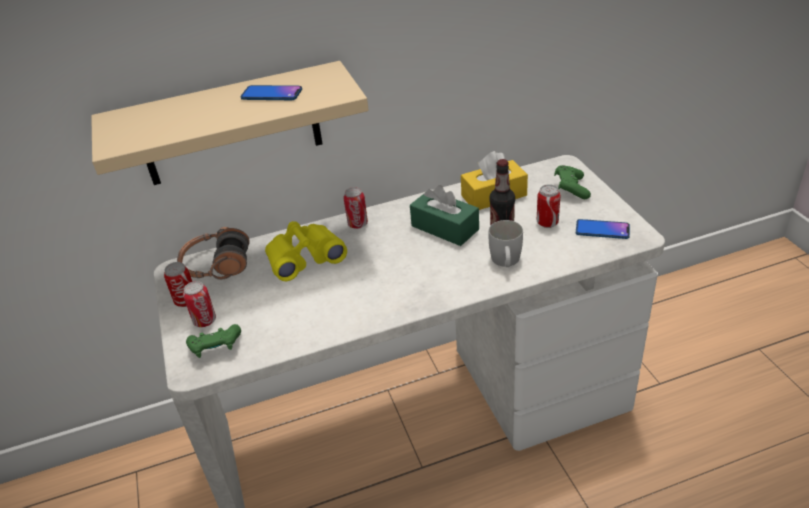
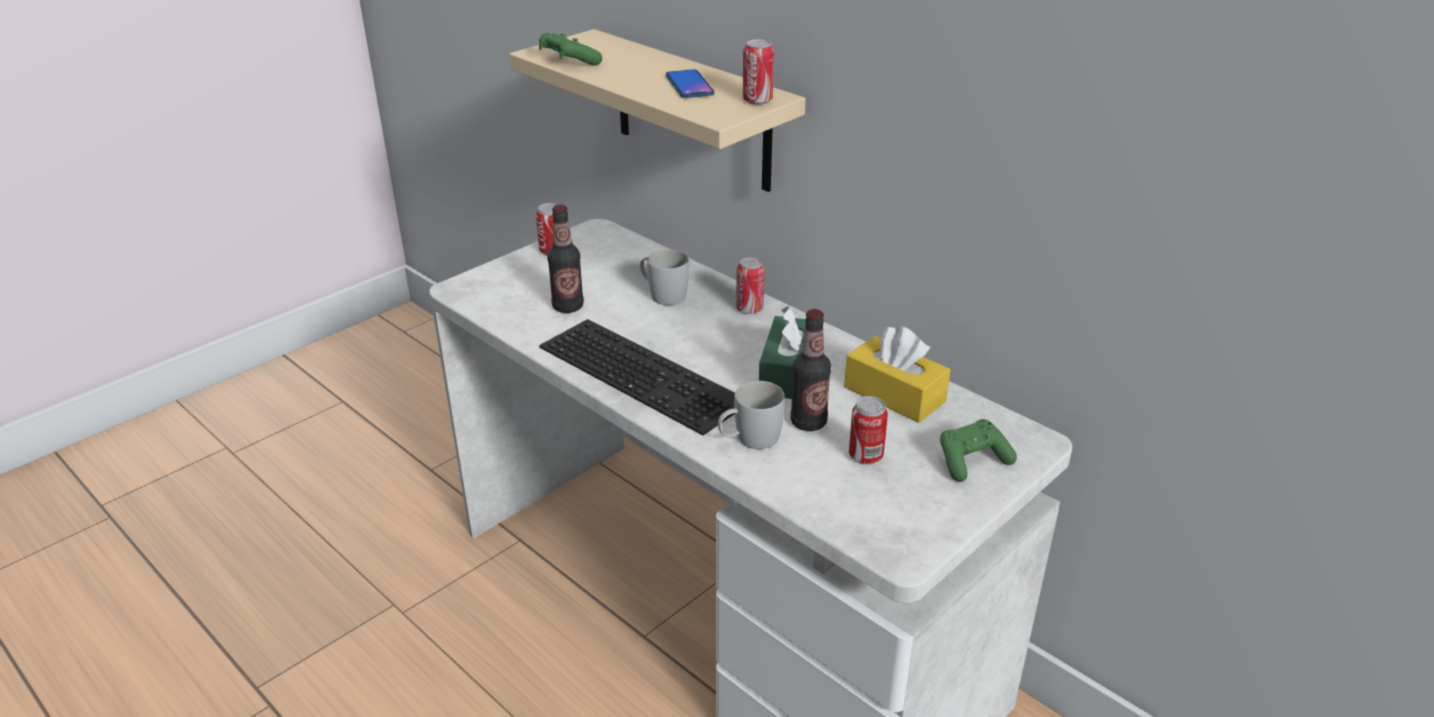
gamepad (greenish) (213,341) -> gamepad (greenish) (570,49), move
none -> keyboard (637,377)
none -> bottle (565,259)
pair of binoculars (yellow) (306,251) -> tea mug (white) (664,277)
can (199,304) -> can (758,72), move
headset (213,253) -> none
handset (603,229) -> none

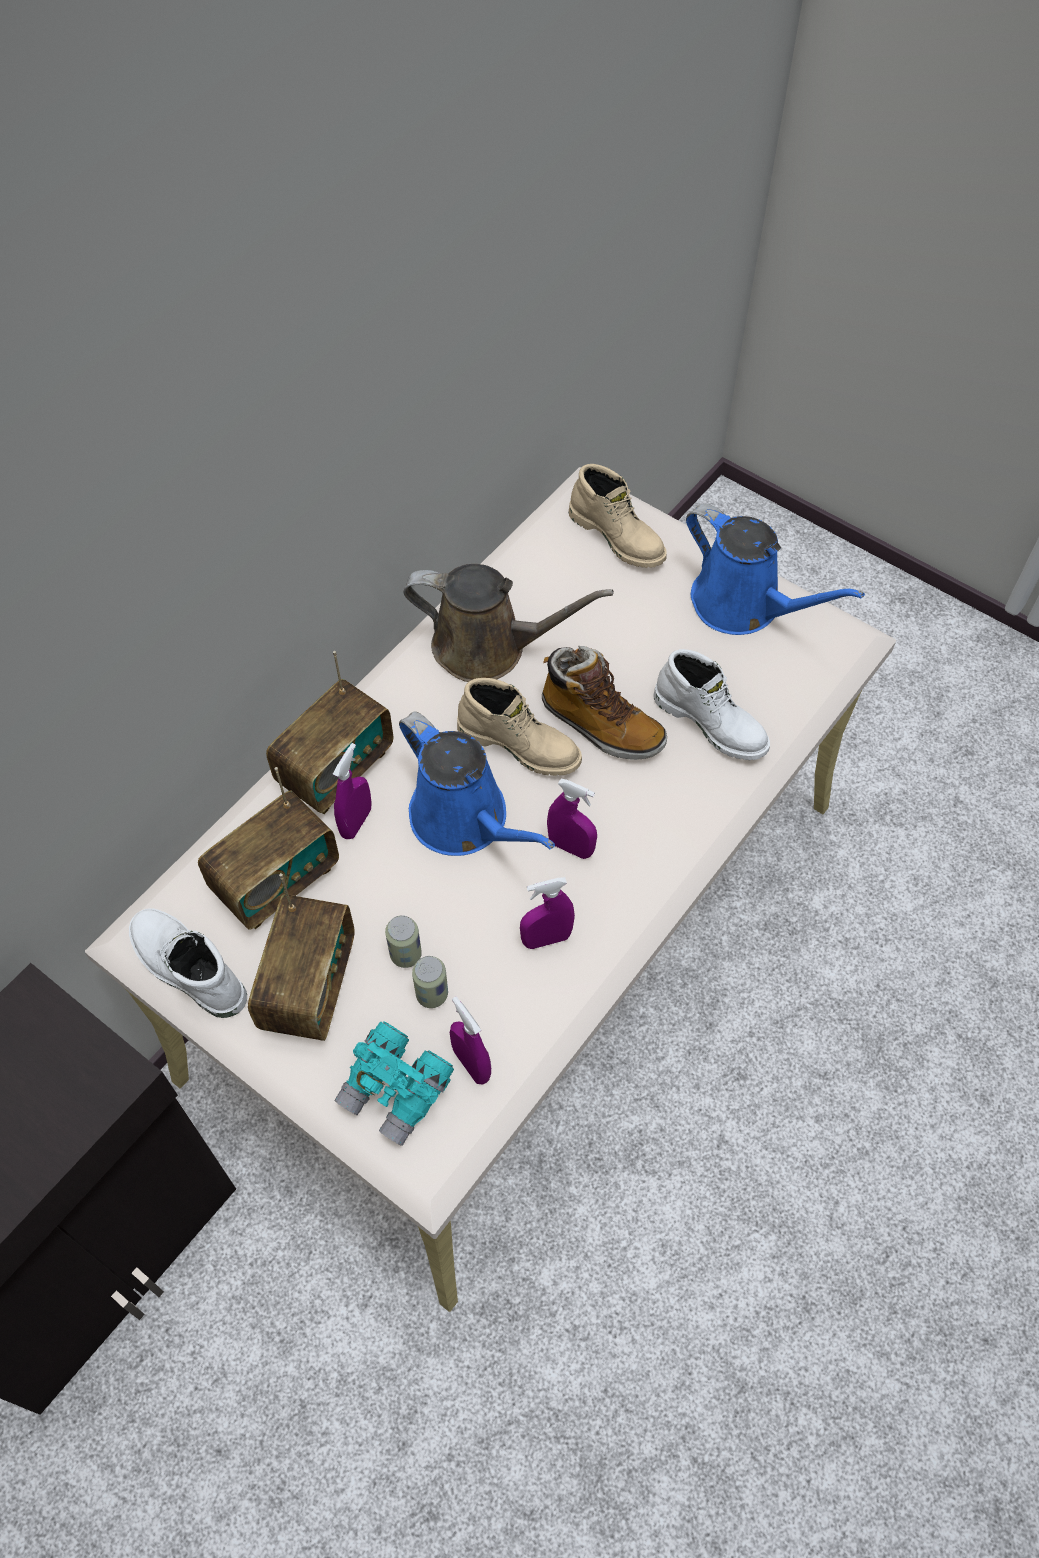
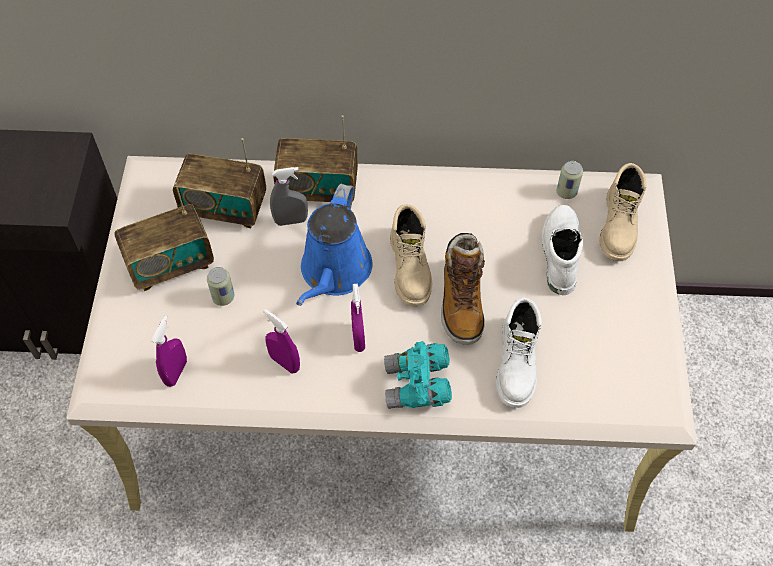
hand sprayer (purplish) (352,791) -> hand sprayer (gray) (289,196)
pair of binoculars (blue-green) (394,1083) -> pair of binoculars (blue-green) (418,375), move
boot (white) (188,963) -> boot (white) (562,250), move
can (430,982) -> can (569,180), move
sprinkling can (brown) (508,623) -> none
sprinkling can (blue) (775,569) -> none

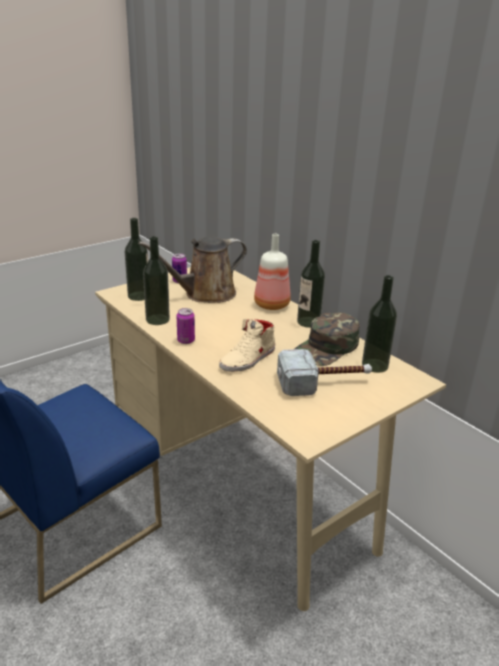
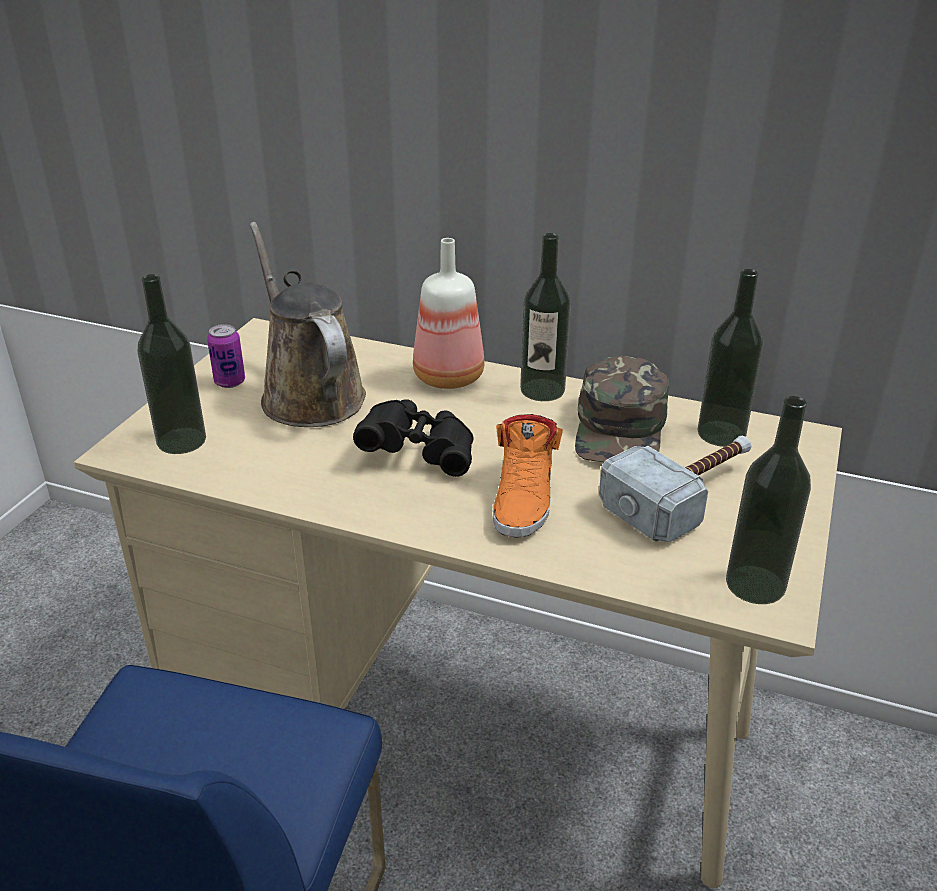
sprinkling can (brown) (192,270) -> sprinkling can (brown) (307,324), 120 degrees clockwise
none -> pair of binoculars (blackish) (413,438)
low shoe (sand-coloured) (247,345) -> low shoe (orangey) (528,476)
bottle (156,280) -> bottle (768,500), move
can (186,326) -> none

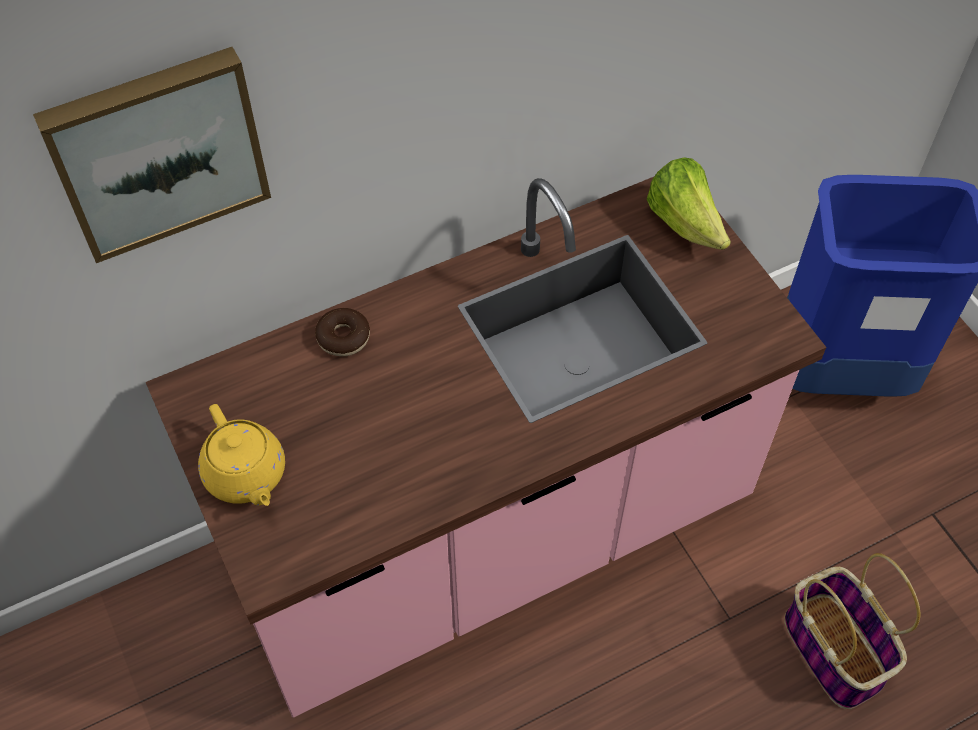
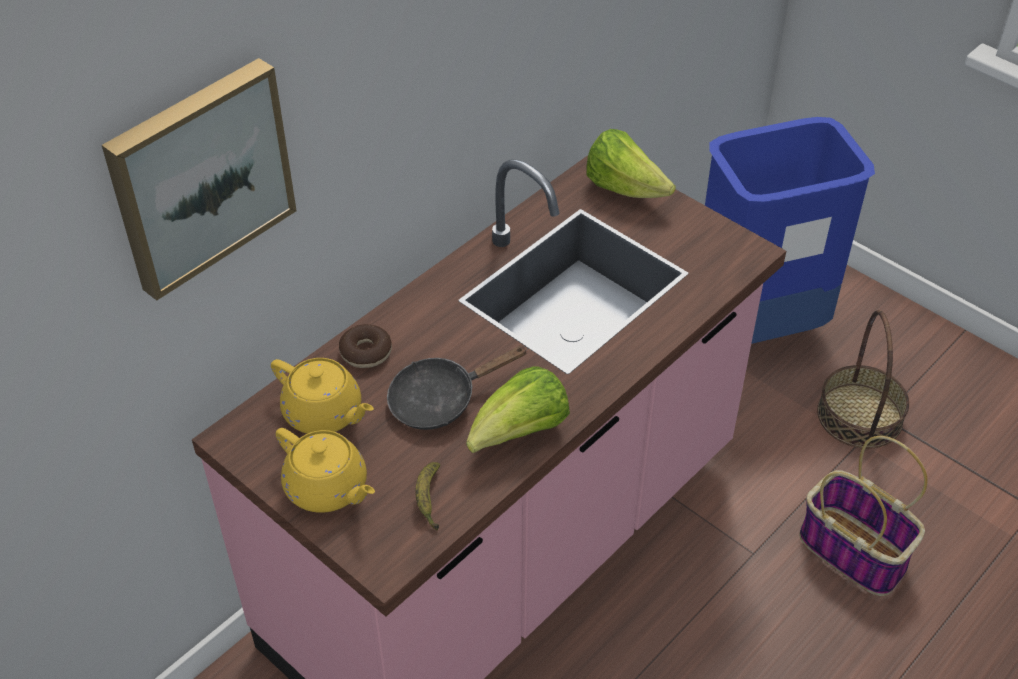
none -> pot for tea (yellow) (322,396)
none -> frying pan (blackish) (457,388)
none -> banana fruit (427,496)
none -> lettuce head (518,409)
none -> basket (863,379)

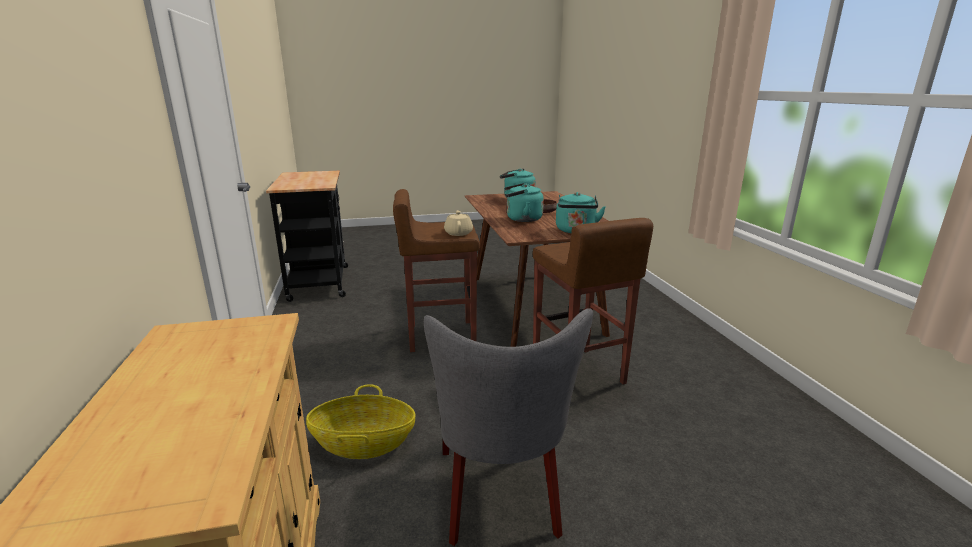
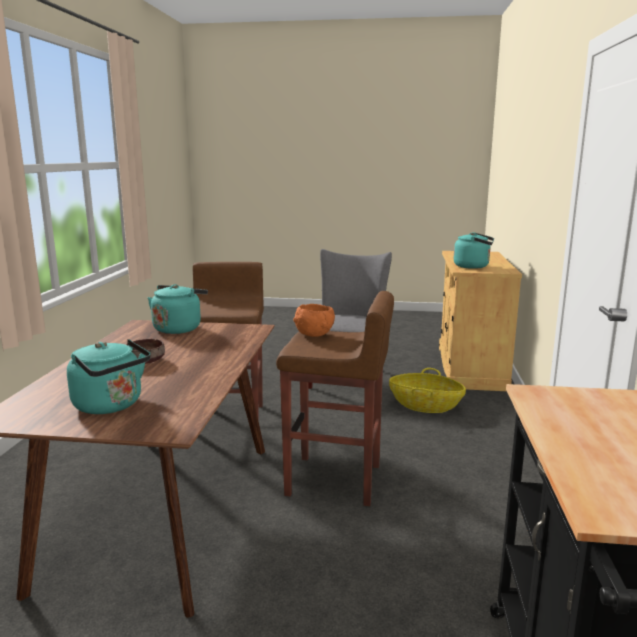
pot for tea (sand-coloured) (458,223) -> bowl (orangey) (314,320)
water kettle (blue-green) (524,202) -> water kettle (blue-green) (474,250), move

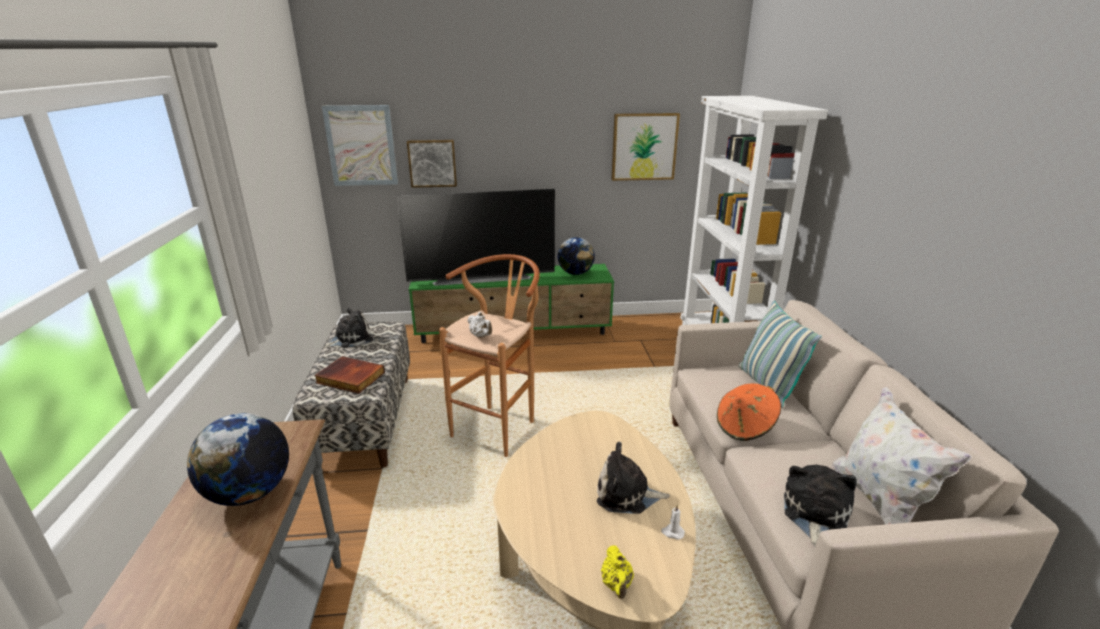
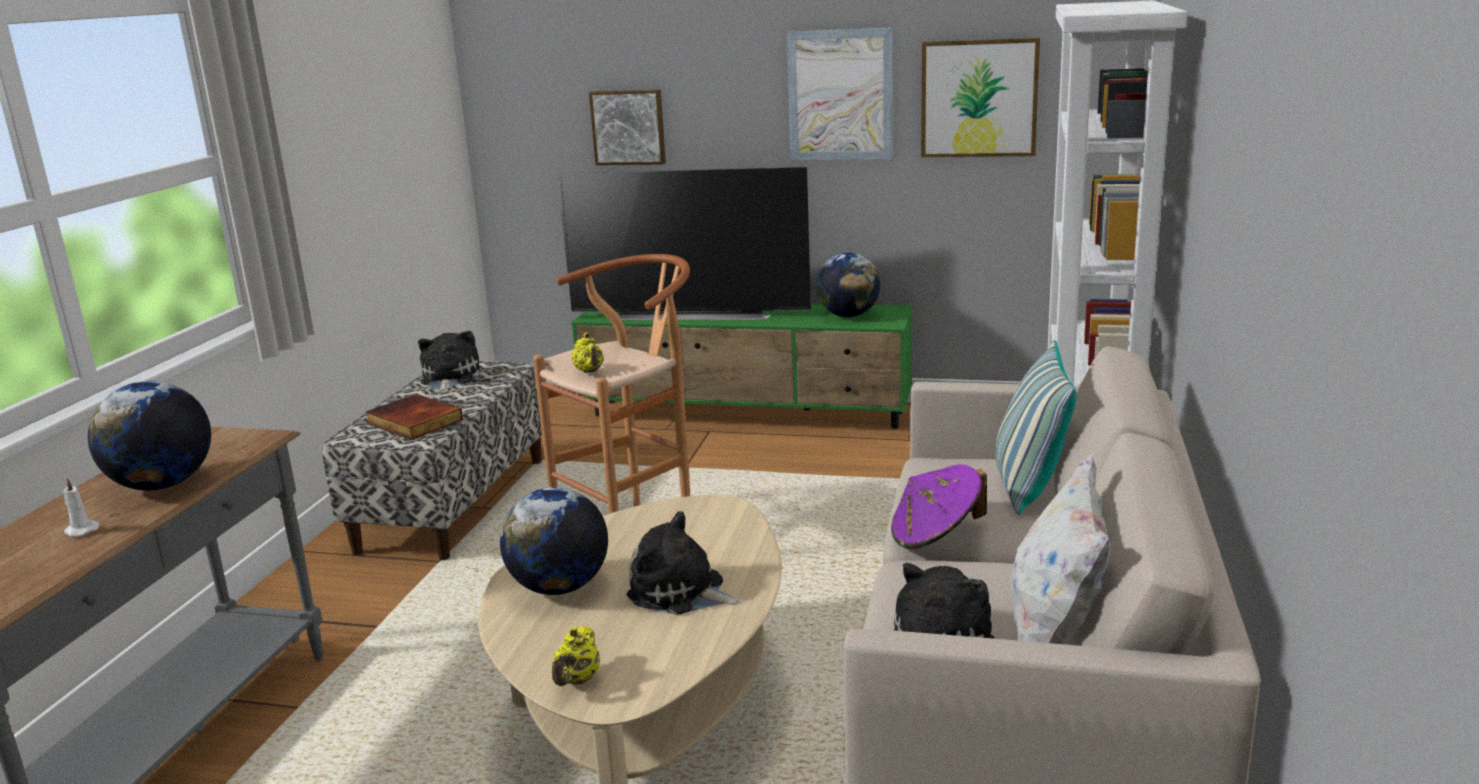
wax light (white) (673,522) -> wax light (white) (81,507), move
plush toy (348,328) -> plush toy (449,362), 75 degrees counterclockwise
none -> globe (554,541)
pot for tea (white) (480,325) -> pot for tea (yellow) (588,352)
wall picture (360,145) -> wall picture (839,94), move
clothing hat (orangey) (749,412) -> clothing hat (purplish) (939,506)

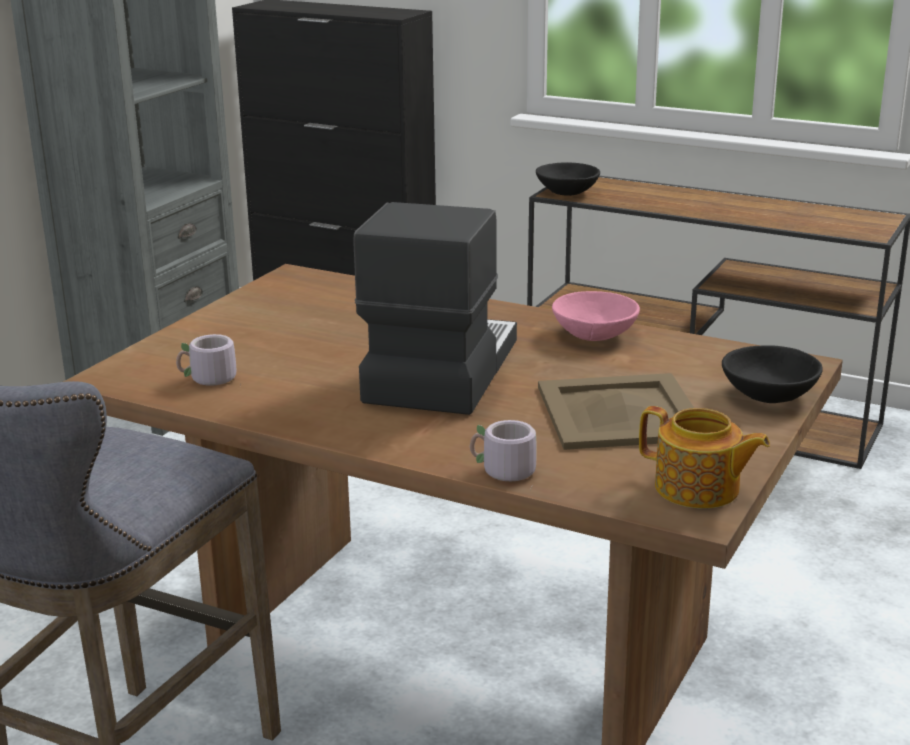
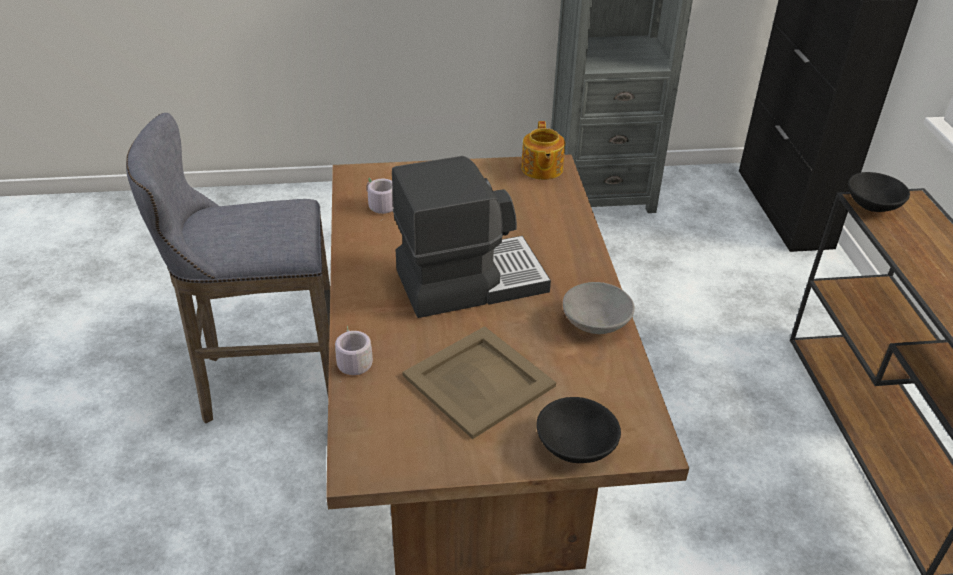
pot for tea (704,457) -> pot for tea (543,150), move
bowl (pink) (596,316) -> bowl (gray) (599,308)

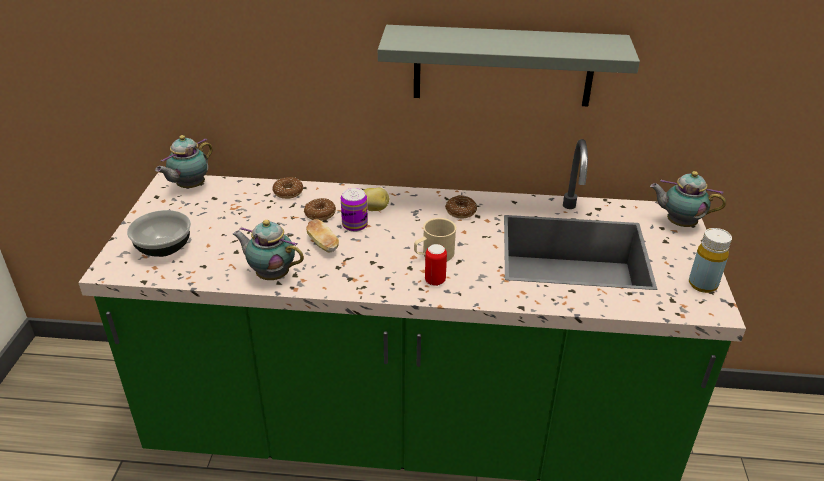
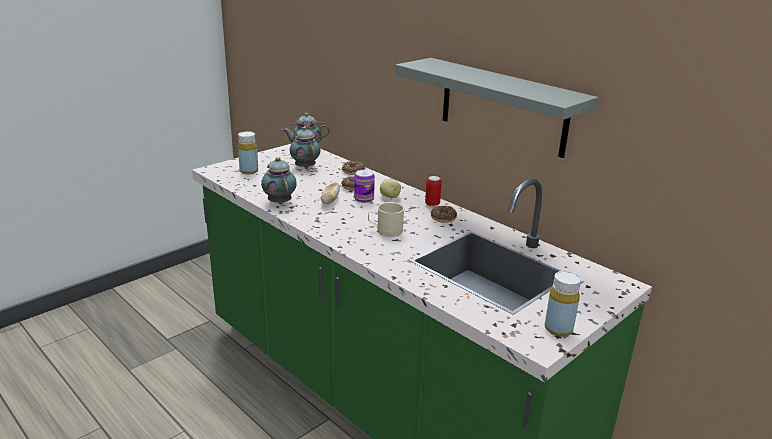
bowl (159,233) -> bottle (yellow) (248,152)
pot for tea (688,199) -> pot for tea (305,147), move
can (436,265) -> can (433,191), move

